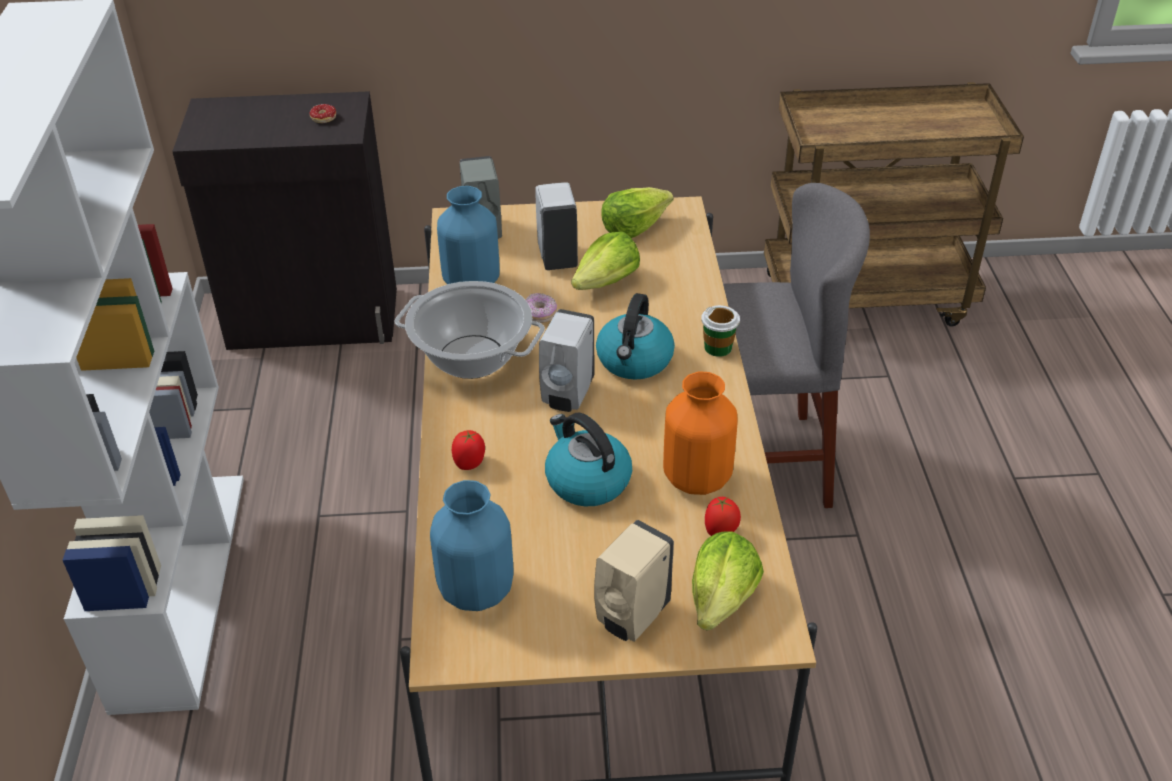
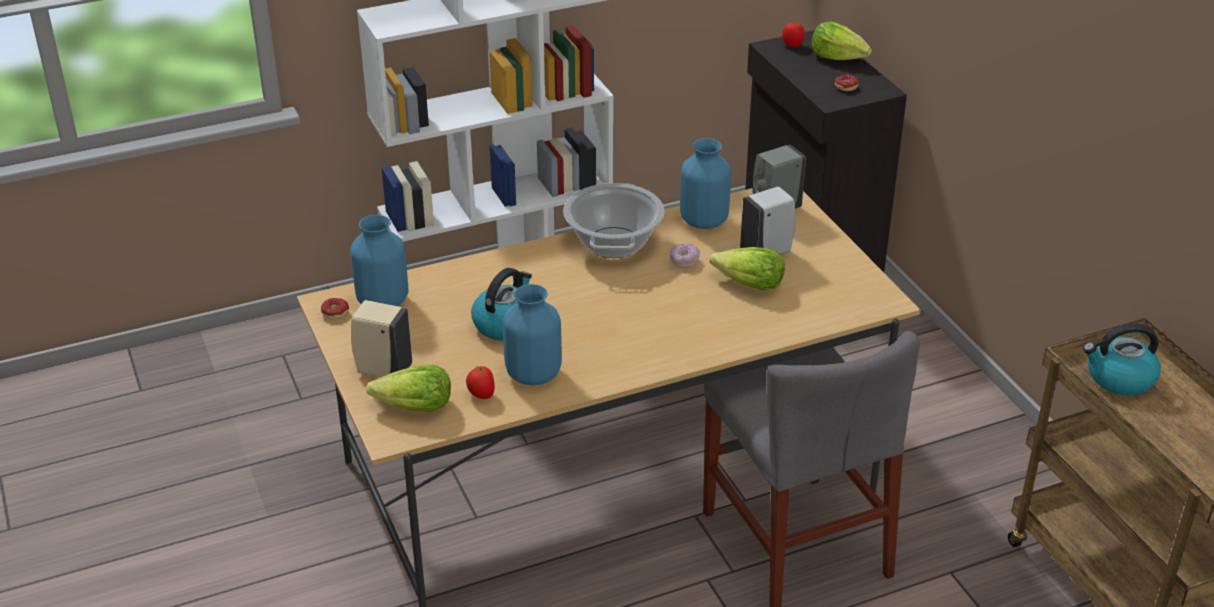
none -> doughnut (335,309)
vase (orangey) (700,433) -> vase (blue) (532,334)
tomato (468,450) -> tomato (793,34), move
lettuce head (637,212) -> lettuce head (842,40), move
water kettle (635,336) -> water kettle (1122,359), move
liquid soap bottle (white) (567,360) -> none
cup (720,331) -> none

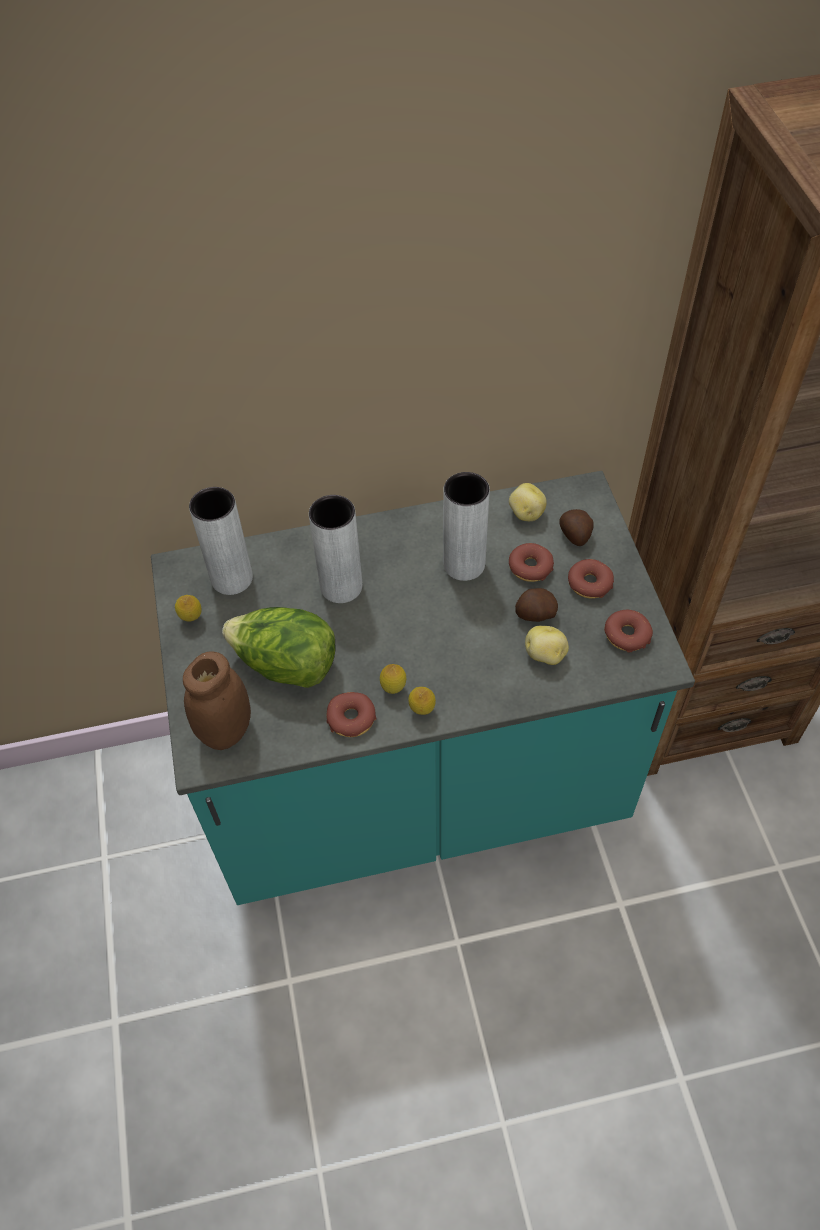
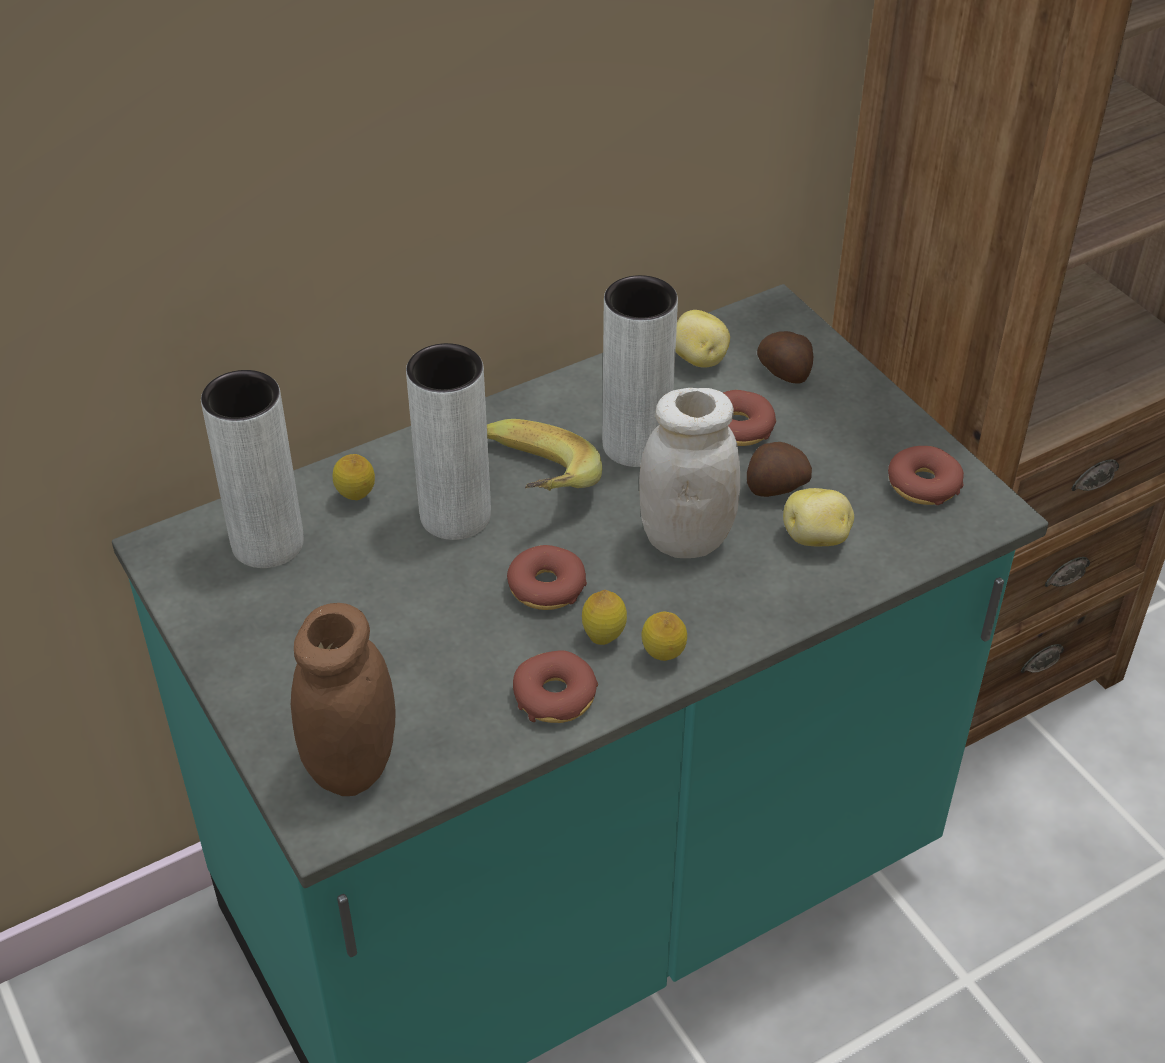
lemon (188,608) -> lemon (354,477), move
none -> banana fruit (544,455)
doughnut (591,579) -> doughnut (547,577), move
none -> preserve jar (white) (689,473)
lettuce head (278,647) -> none

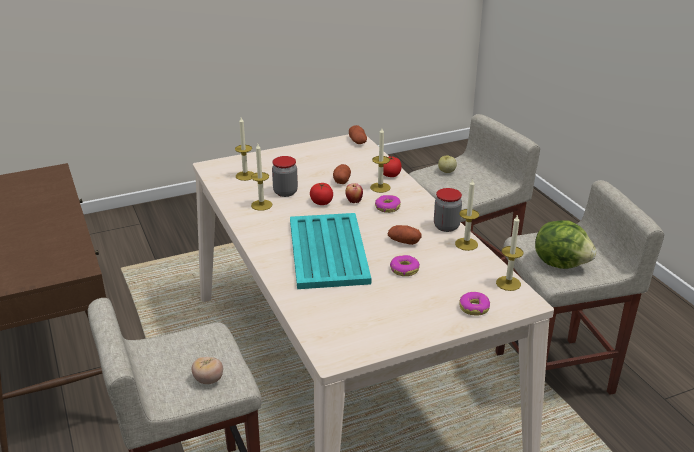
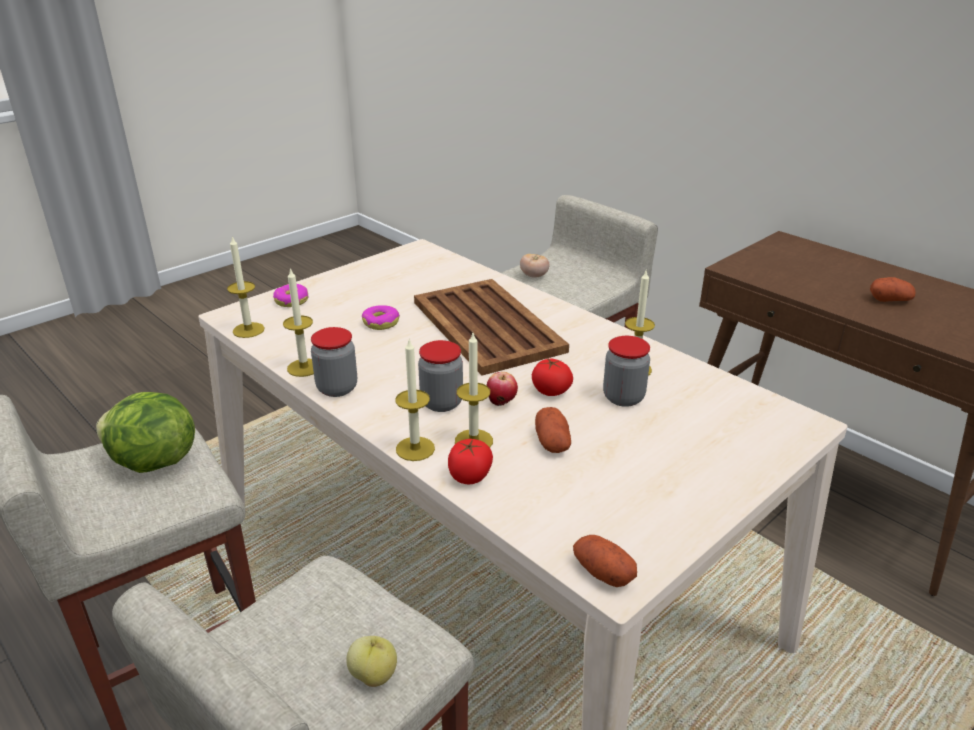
wax light (244,149) -> wax light (415,400), move
tray (blue-green) (330,251) -> tray (brown) (491,327)
doughnut (388,204) -> preserve jar (440,376)
whole potato (405,235) -> whole potato (893,289), move

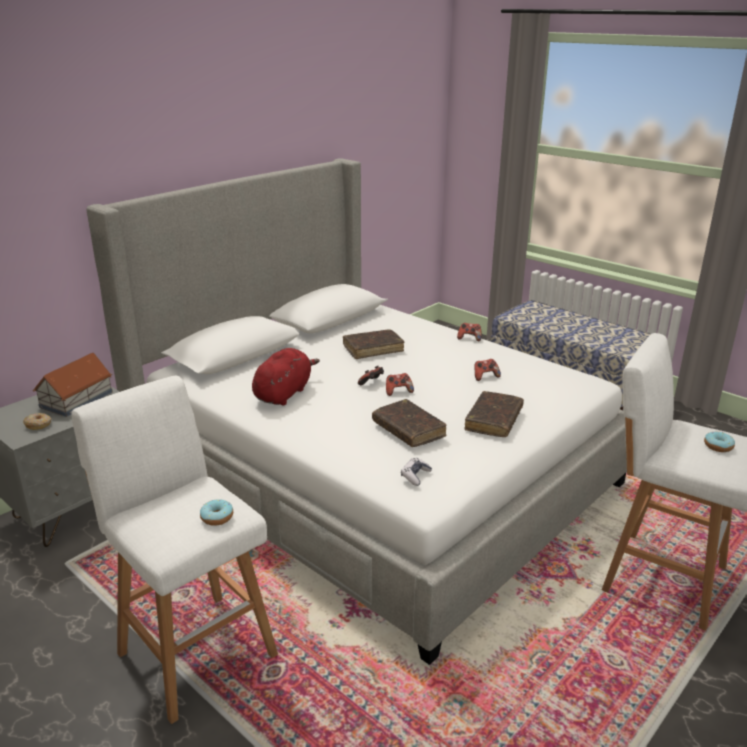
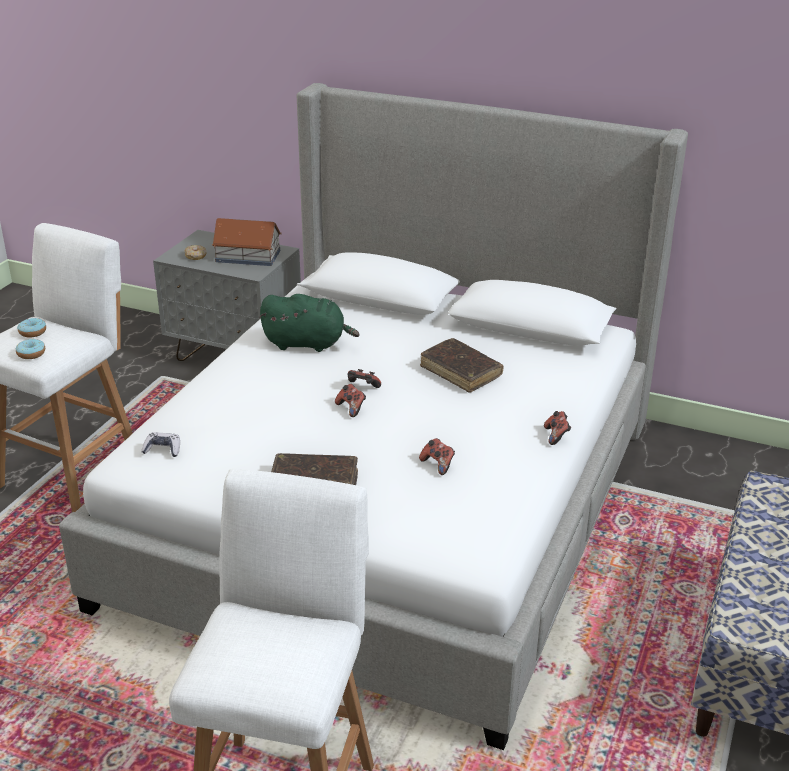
doughnut (719,442) -> doughnut (31,327), move
plush toy (red) (286,377) -> plush toy (greenish) (309,323)
book (brown) (409,423) -> none

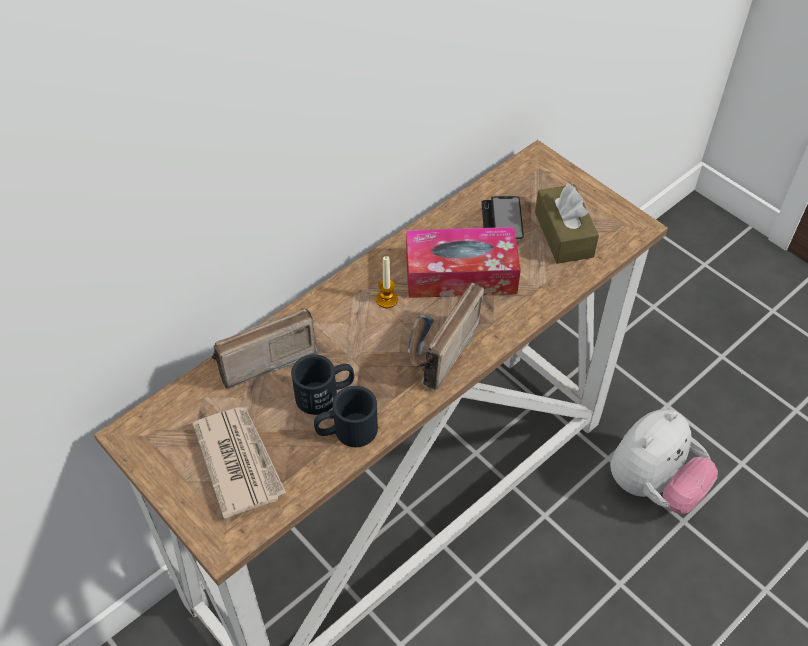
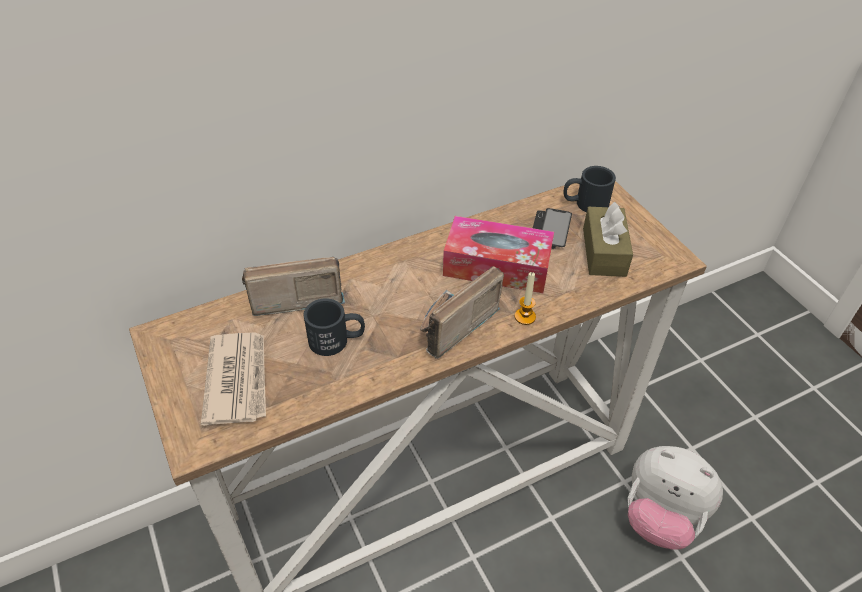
wax light (387,282) -> wax light (525,298), move
tea mug (blackish) (346,416) -> tea mug (blackish) (590,189), move
plush toy (664,461) -> plush toy (675,498), 60 degrees clockwise

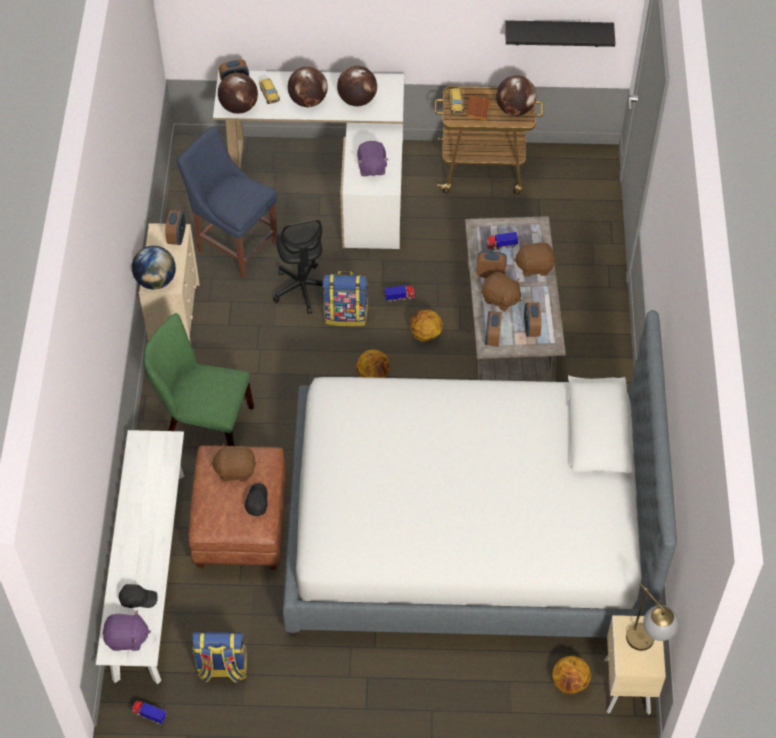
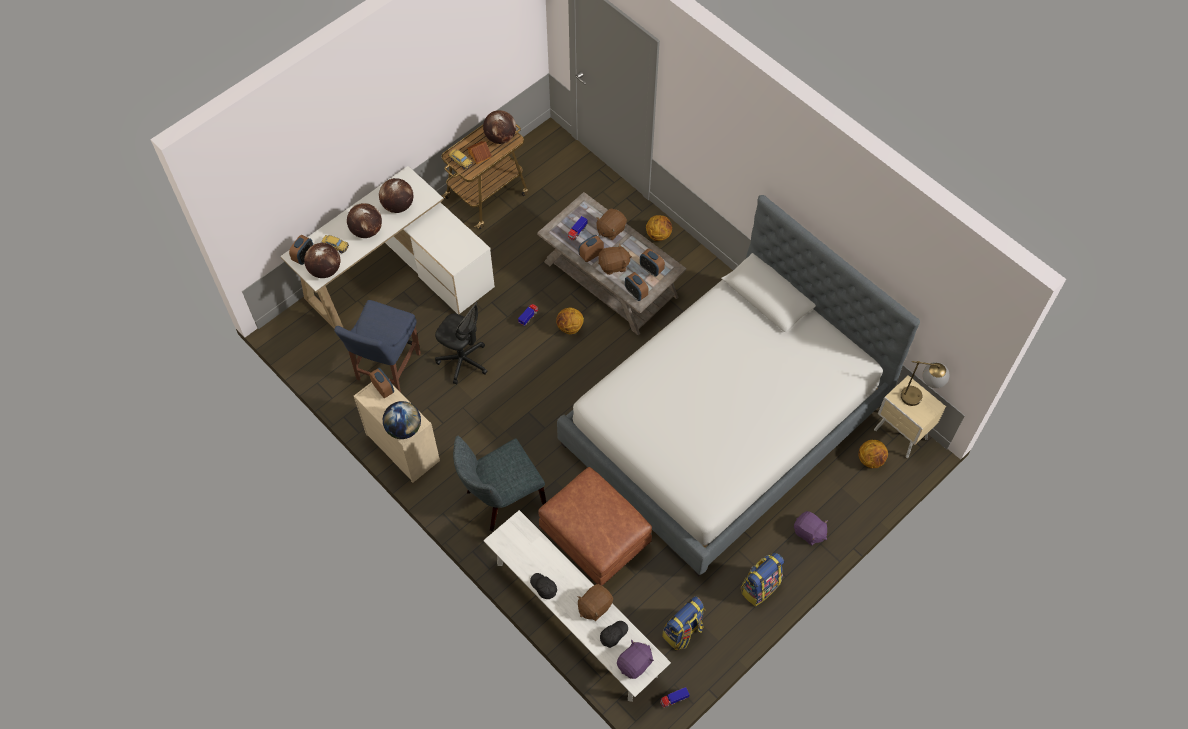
upright chair (blue) (227,202) -> upright chair (blue) (377,346), 60 degrees counterclockwise
upright chair (greenish) (199,379) -> upright chair (gray) (499,483)
cap (blackish) (256,499) -> cap (blackish) (543,586), move
plush toy (brown) (233,462) -> plush toy (brown) (595,602), move
ball for basketball (373,364) -> ball for basketball (659,228), move
backpack (345,299) -> backpack (762,580), move
plush toy (purplish) (373,158) -> plush toy (purplish) (811,528), move
wall shelf (blackish) (560,33) -> none

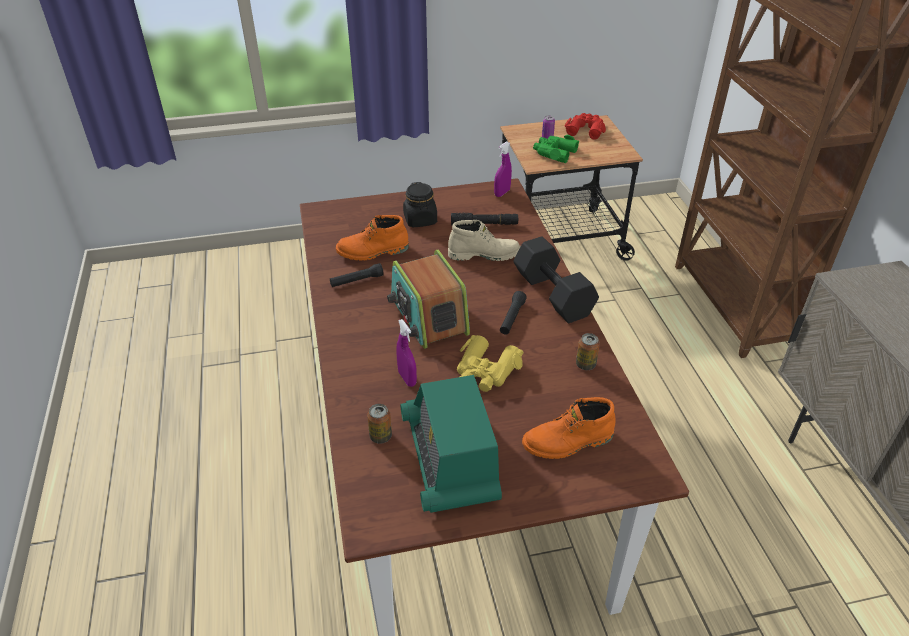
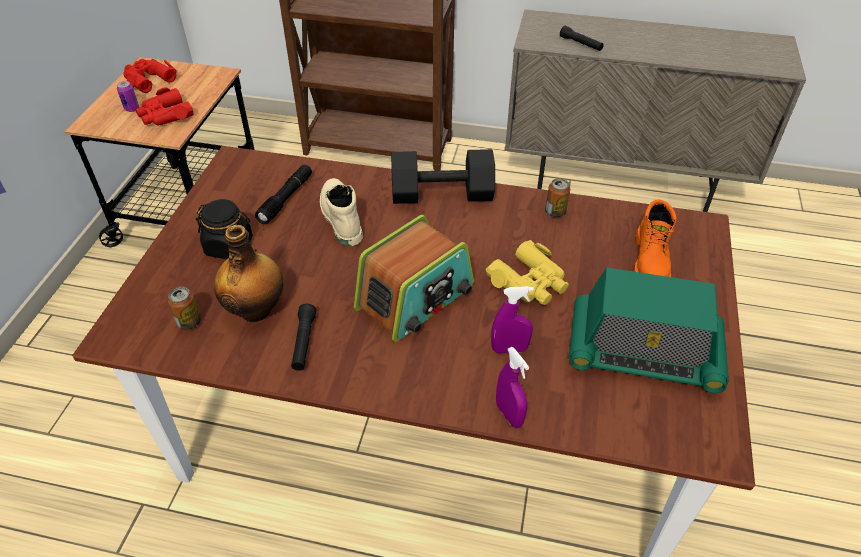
pair of binoculars (greenish) (556,149) -> pair of binoculars (red) (165,106)
can (379,424) -> can (184,308), move
boot (orangey) (372,238) -> bottle (249,273)
boot (sand-coloured) (484,240) -> boot (sand-coloured) (341,212), 45 degrees counterclockwise
radio set (428,299) -> radio set (414,278), 45 degrees counterclockwise
hand sprayer (purplish) (503,169) -> hand sprayer (purplish) (512,387), move
hand torch (blackish) (513,313) -> hand torch (blackish) (582,38), move

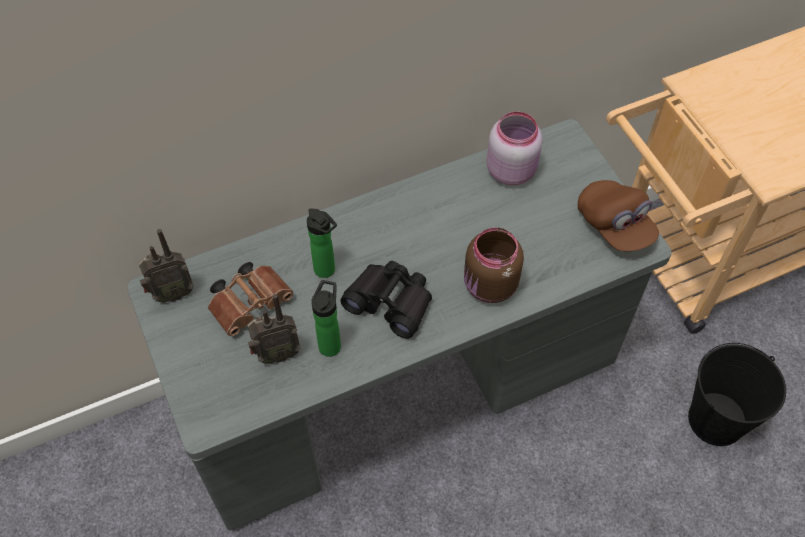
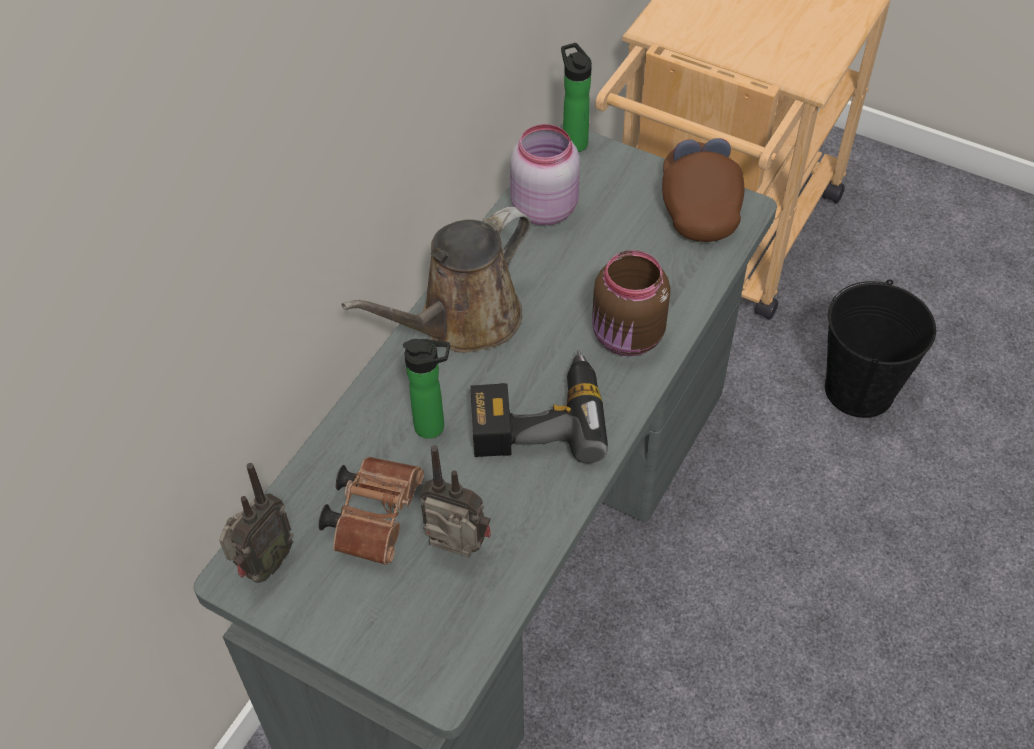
none -> sprinkling can (brown) (436,280)
radio set (274,329) -> radio set (455,502), 105 degrees counterclockwise
pair of binoculars (blackish) (386,300) -> drill (539,406)
bottle (326,318) -> bottle (576,97), move
cap (brown) (618,215) -> cap (brown) (703,190), 120 degrees counterclockwise

